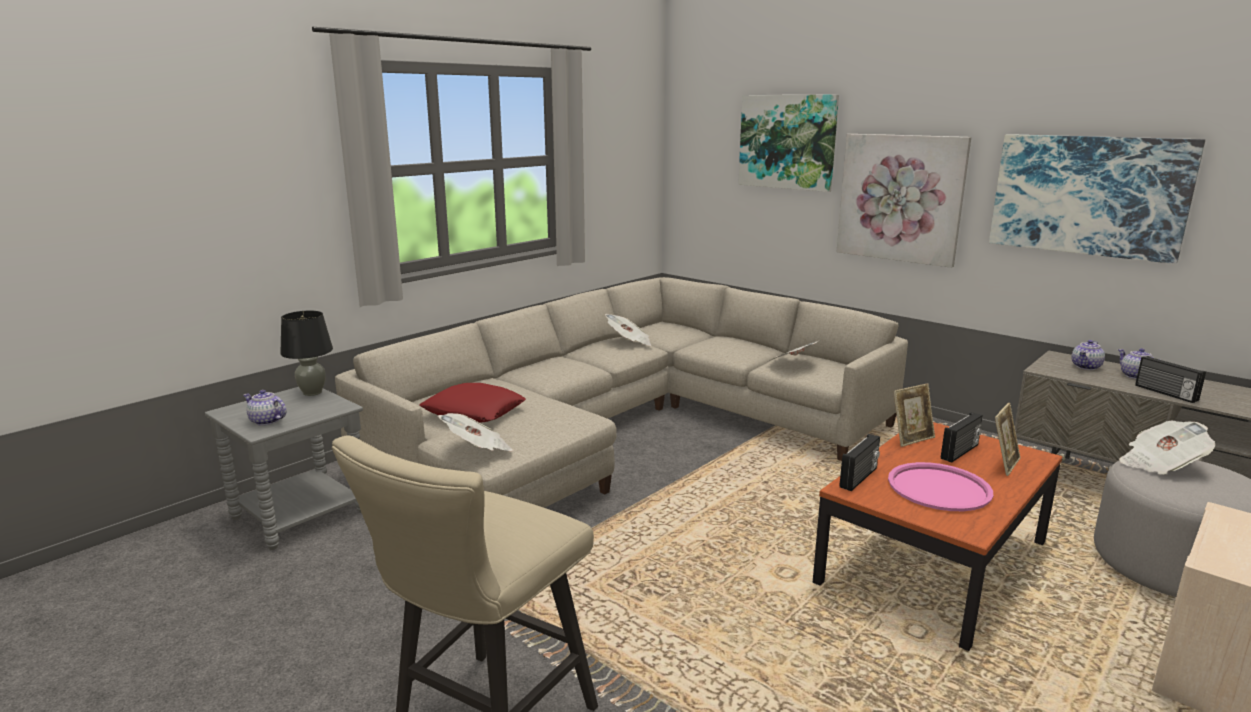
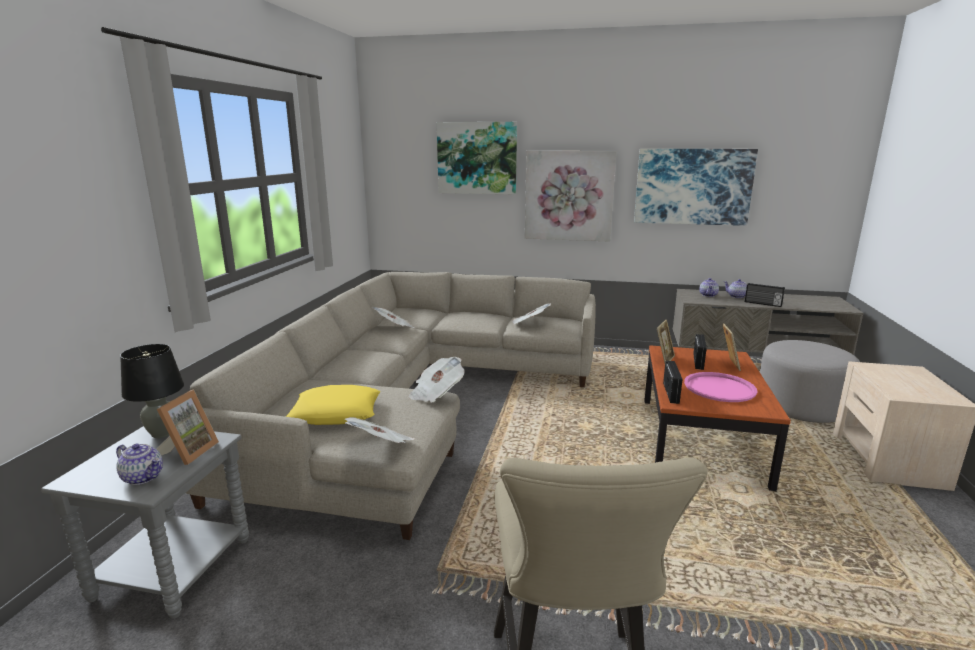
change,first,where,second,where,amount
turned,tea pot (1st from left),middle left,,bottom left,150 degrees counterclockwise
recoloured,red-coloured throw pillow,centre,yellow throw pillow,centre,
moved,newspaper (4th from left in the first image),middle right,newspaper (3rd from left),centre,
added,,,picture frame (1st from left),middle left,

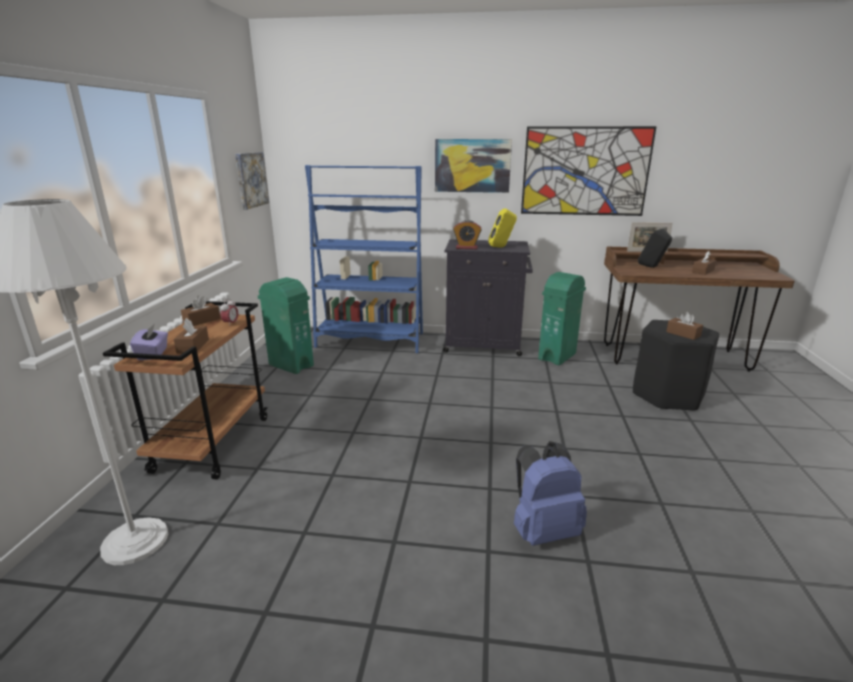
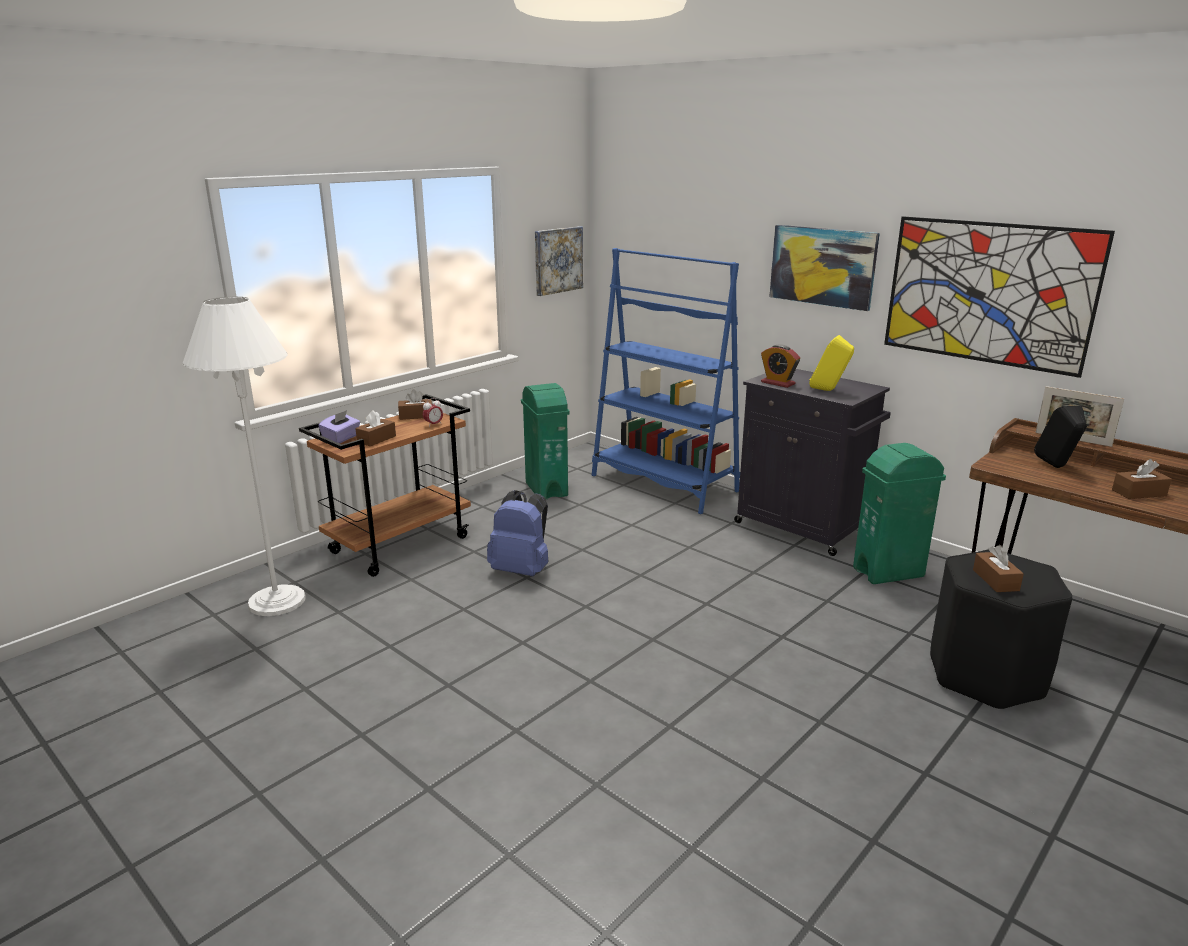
change,first,where,second,where,amount
moved,blue backpack,bottom centre,,centre,

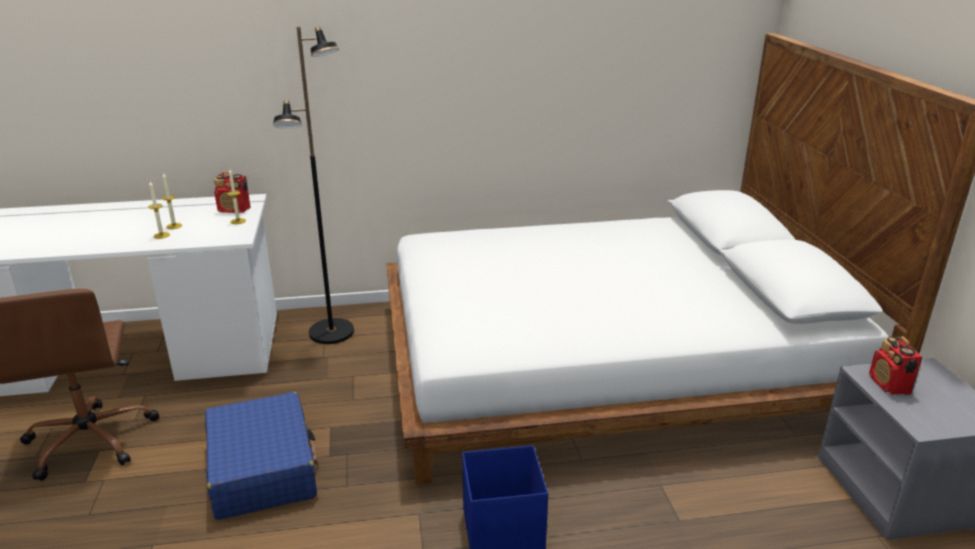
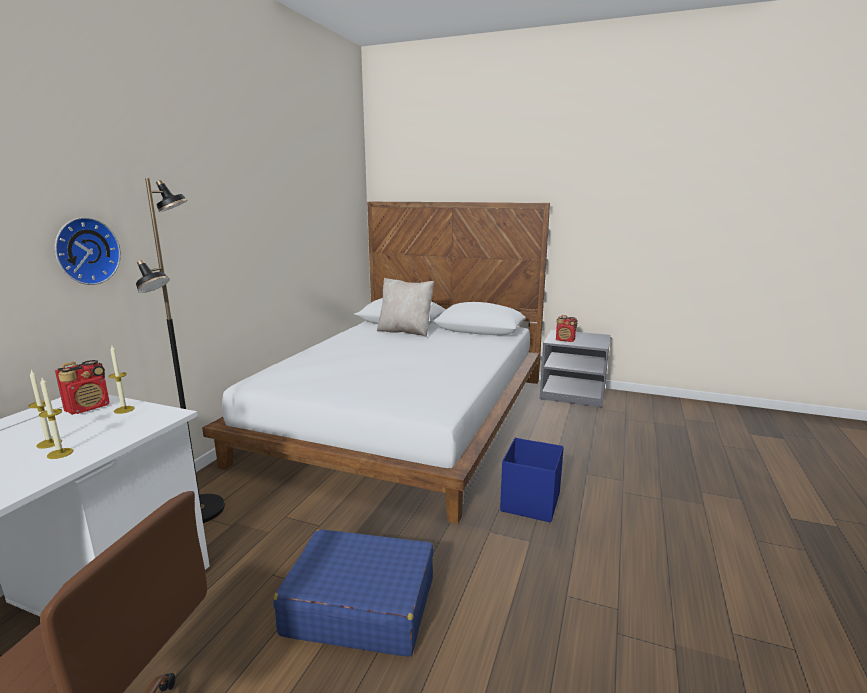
change,first,where,second,where,amount
added,,,wall clock,middle left,
added,,,beige throw pillow,centre,

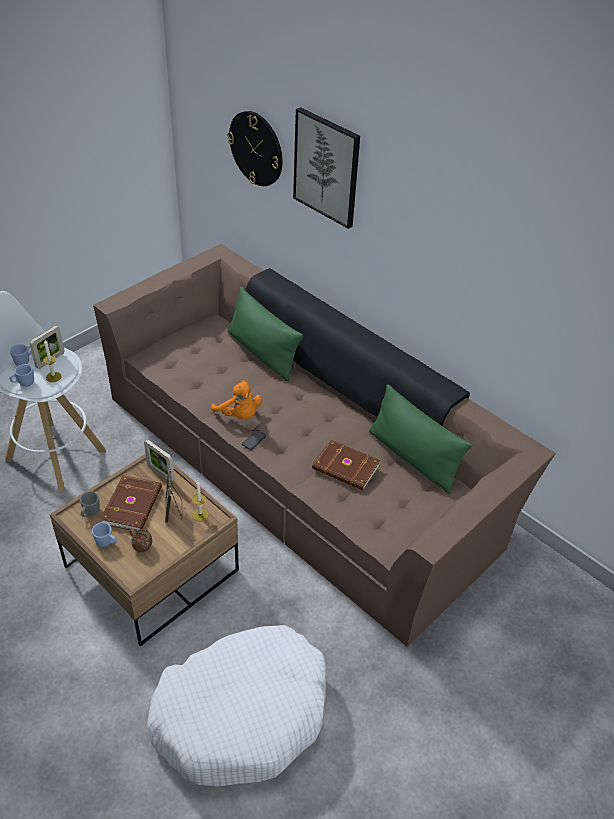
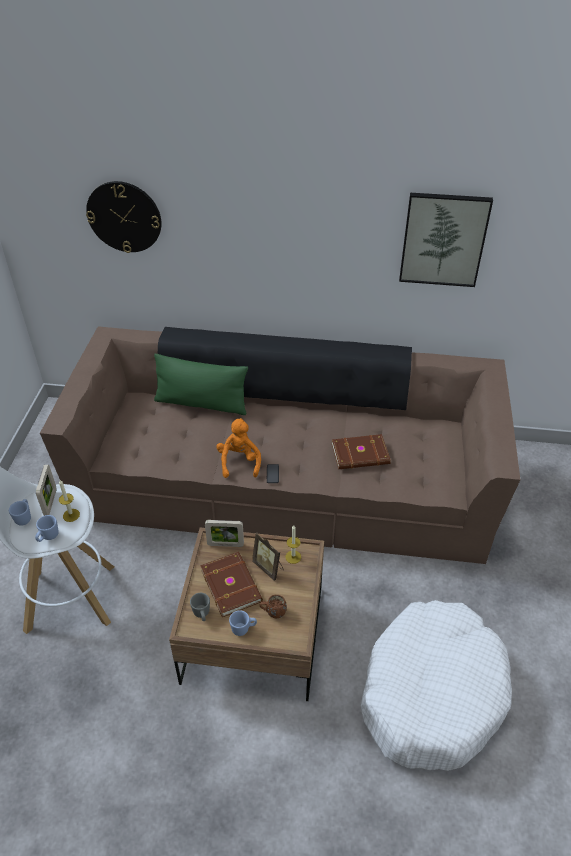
change,first,where,second,where,amount
turned,orange-coloured plush toy,centre,,centre,105 degrees counterclockwise
moved,picture,top centre,,top right,
removed,green throw pillow (2nd from left),middle right,,,

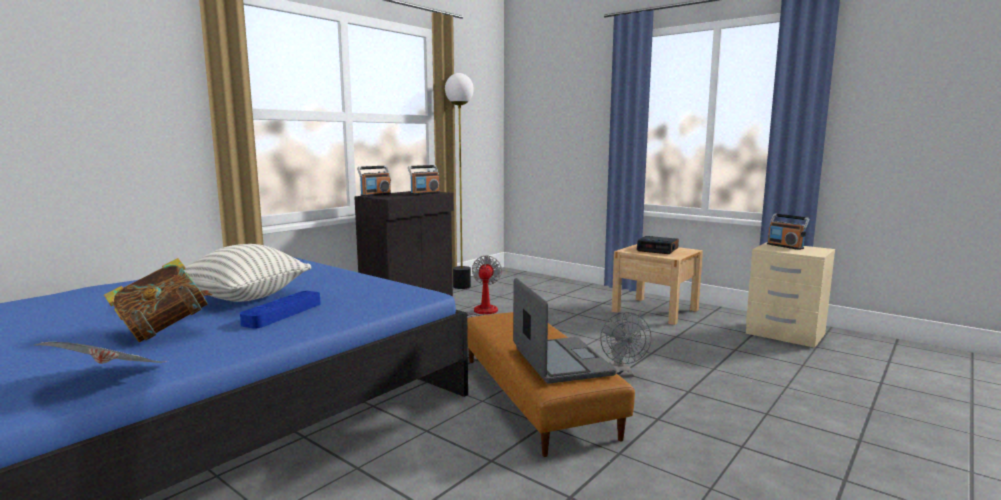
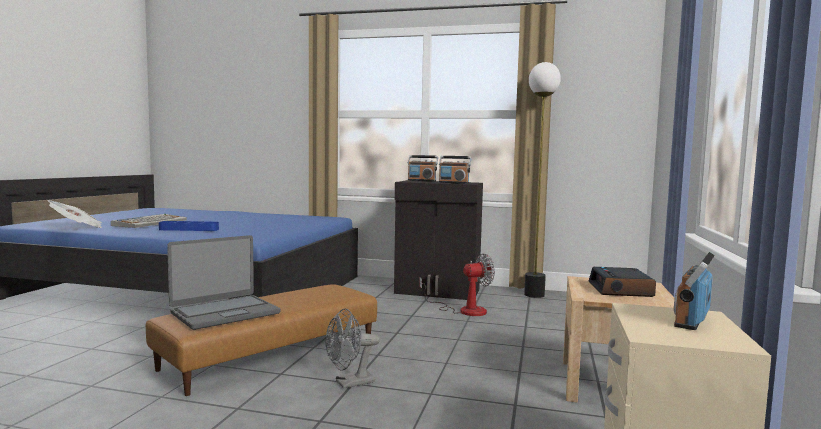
change,first,where,second,where,amount
replaced,bound book,middle left,computer keyboard,middle left,
removed,throw pillow,middle left,,,

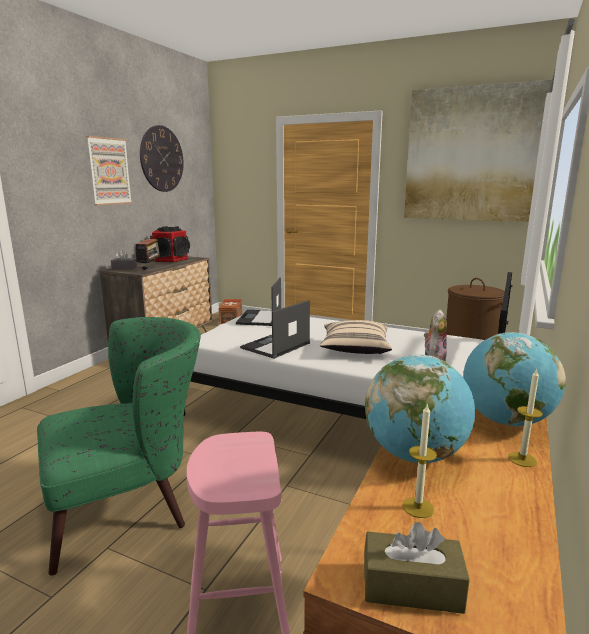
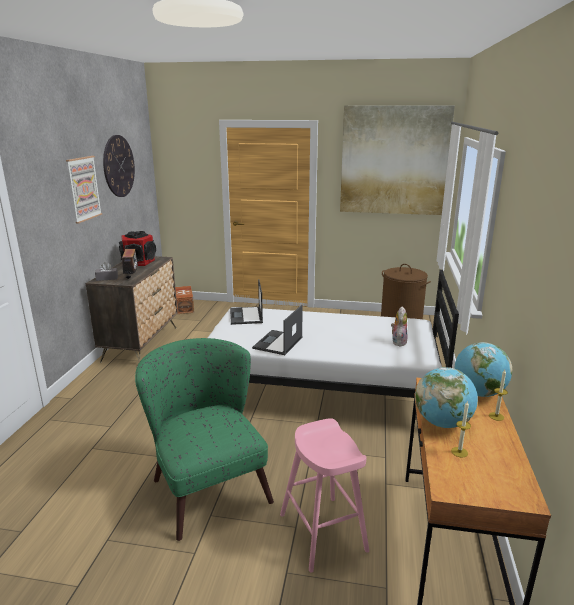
change,first,where,second,where,amount
turned,green lounge chair,bottom left,,bottom centre,75 degrees counterclockwise
removed,beige throw pillow,centre,,,
removed,brown-coloured tissue box,bottom right,,,

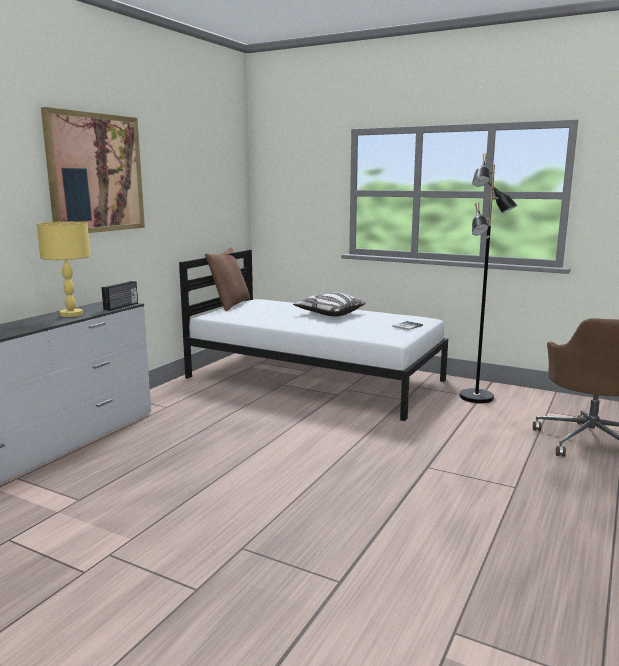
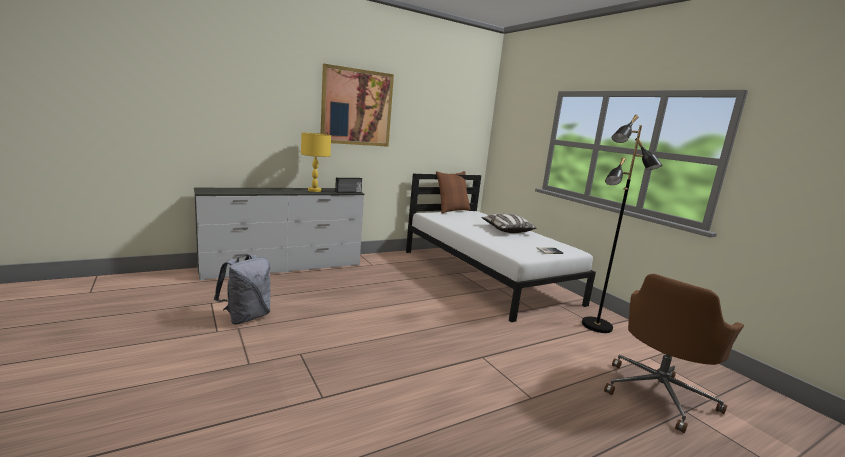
change,first,where,second,where,amount
added,,,greyish backpack,middle left,

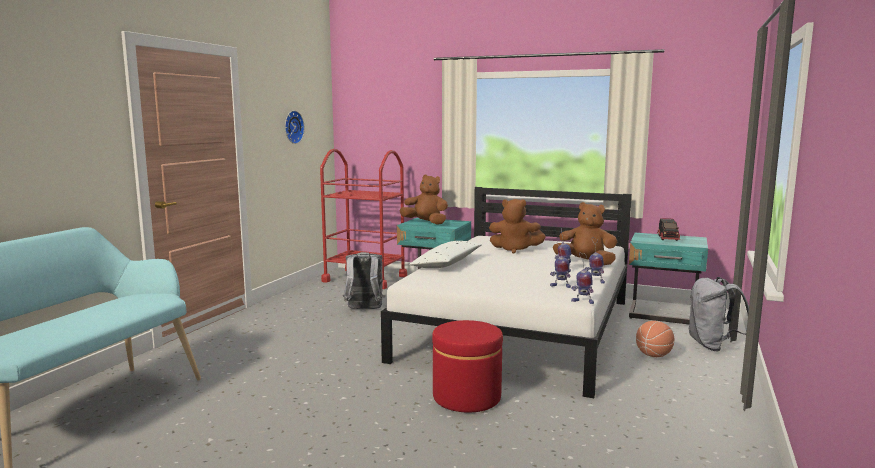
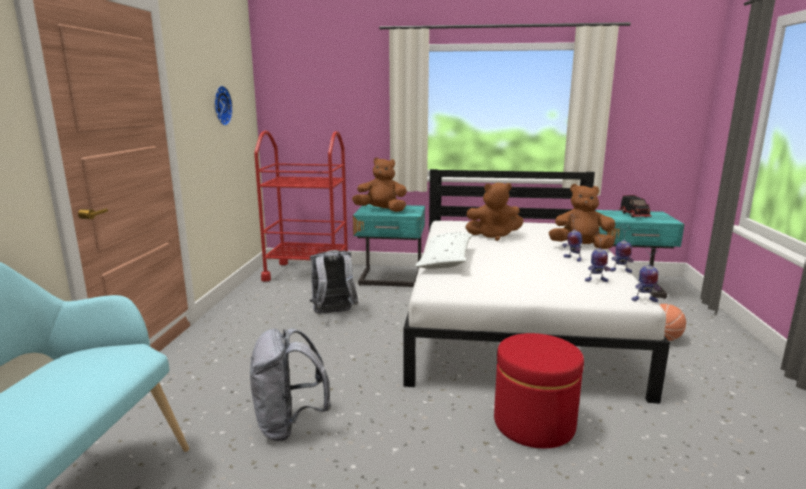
change,first,where,second,where,amount
moved,greyish backpack (2nd from left in the first image),bottom right,greyish backpack (1st from left),bottom centre,

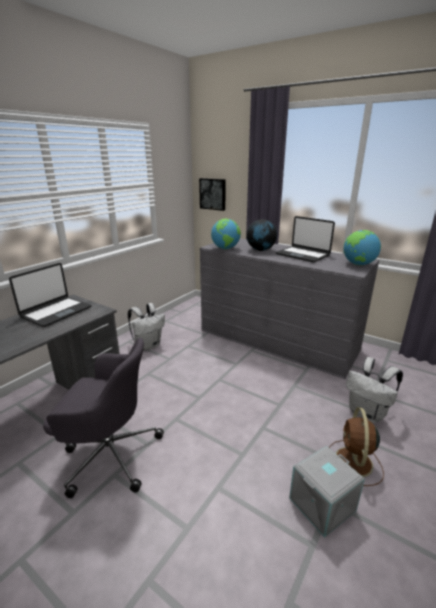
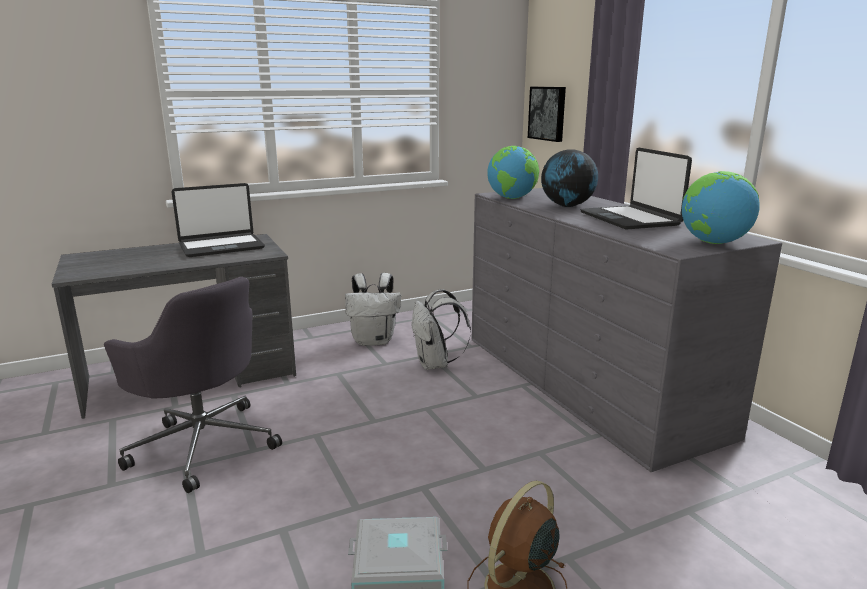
change,first,where,second,where,amount
moved,white-coloured backpack (2nd from left),middle right,,centre,

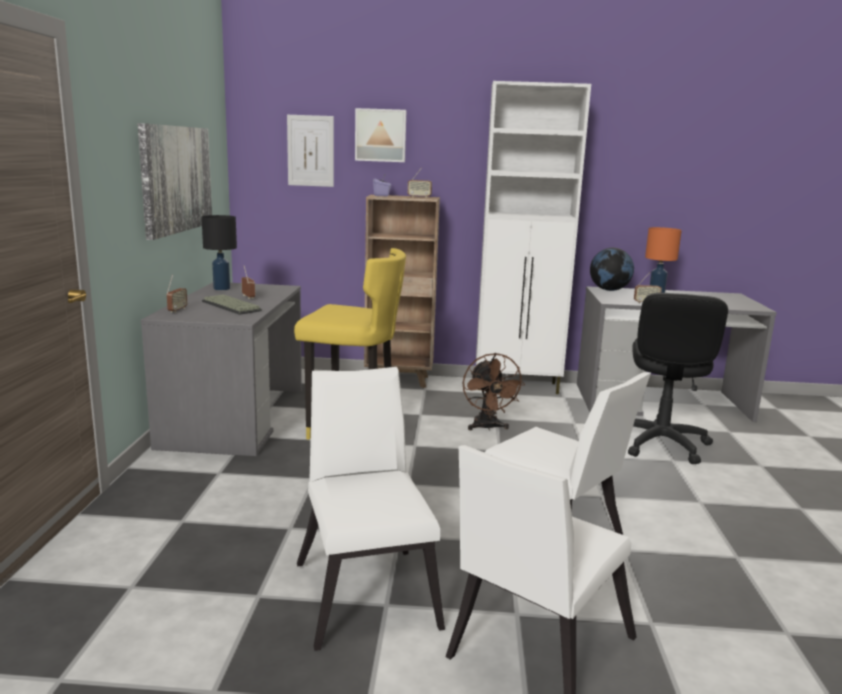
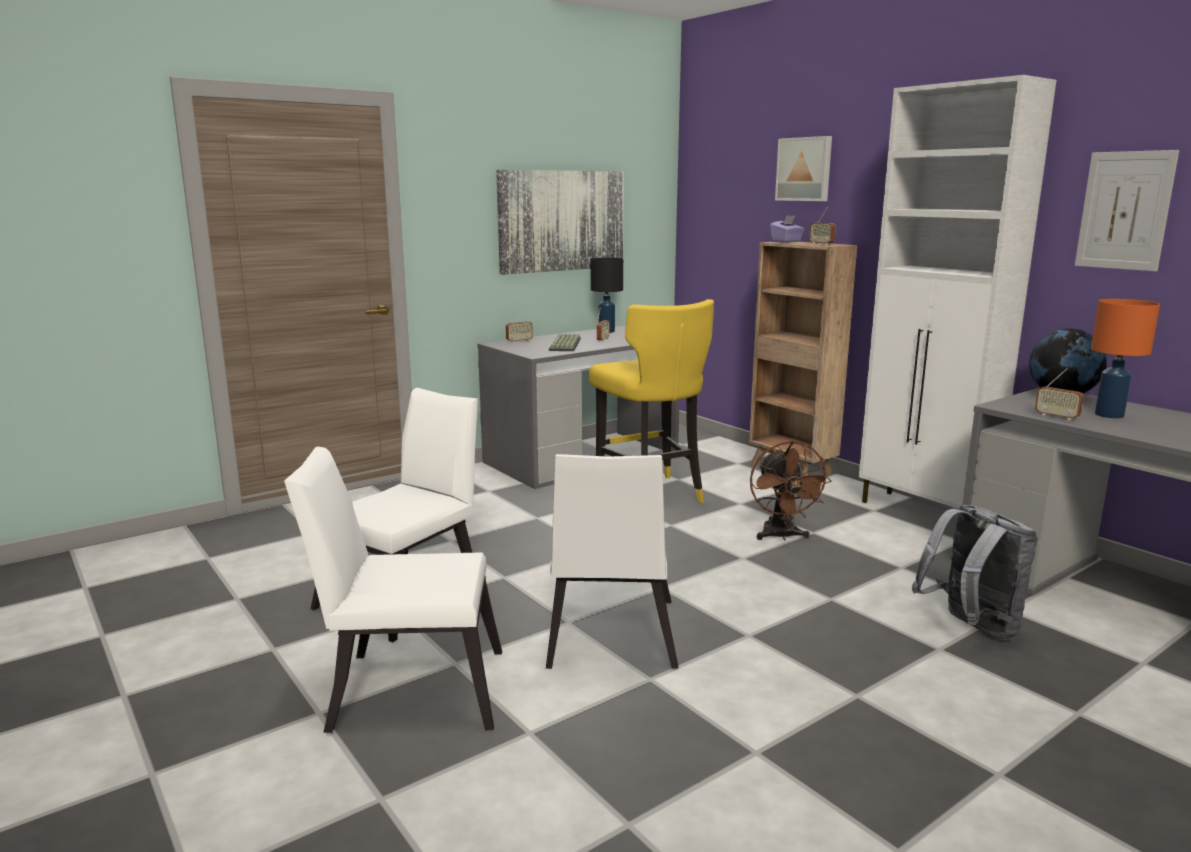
change,first,where,second,where,amount
moved,picture (2nd from left in the first image),top centre,picture (3rd from left),top right,
turned,brown-coloured fan,centre,,centre,45 degrees counterclockwise
replaced,black desk chair,middle right,greyish backpack,bottom right,

